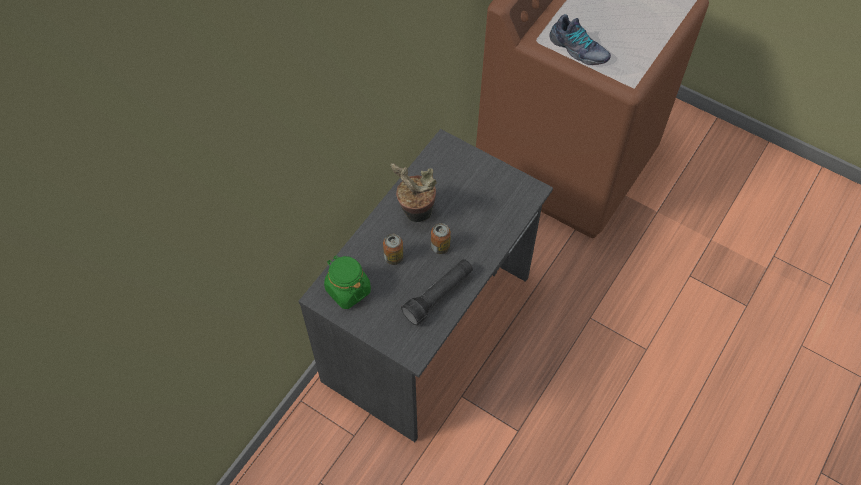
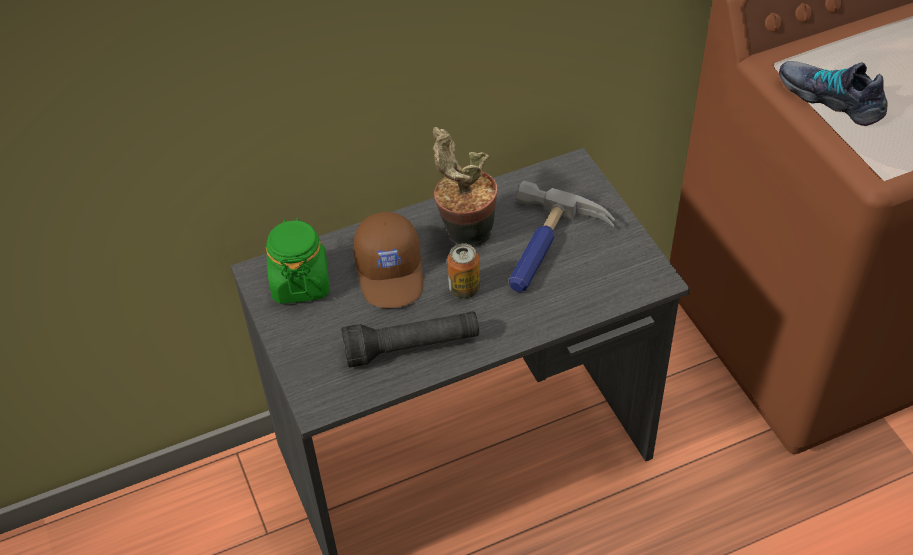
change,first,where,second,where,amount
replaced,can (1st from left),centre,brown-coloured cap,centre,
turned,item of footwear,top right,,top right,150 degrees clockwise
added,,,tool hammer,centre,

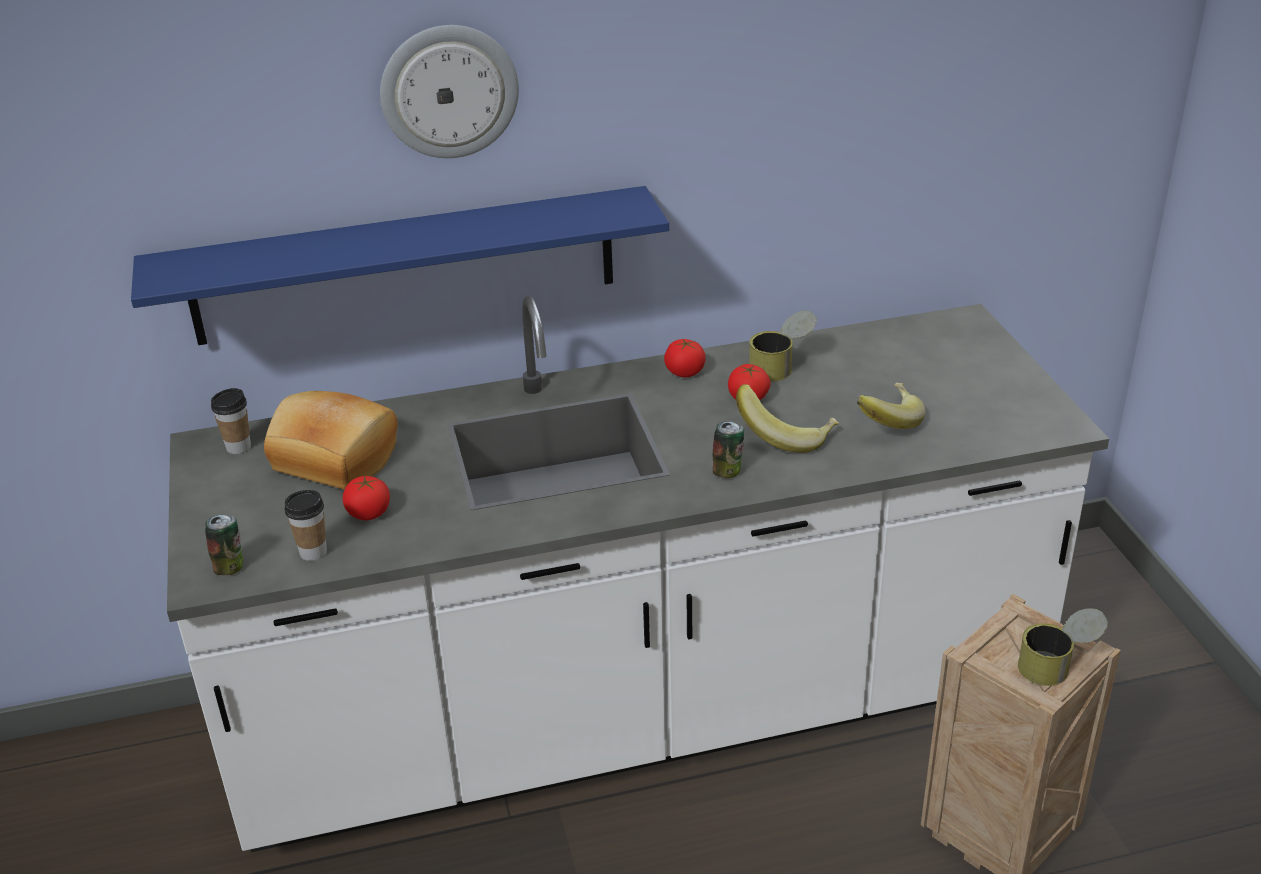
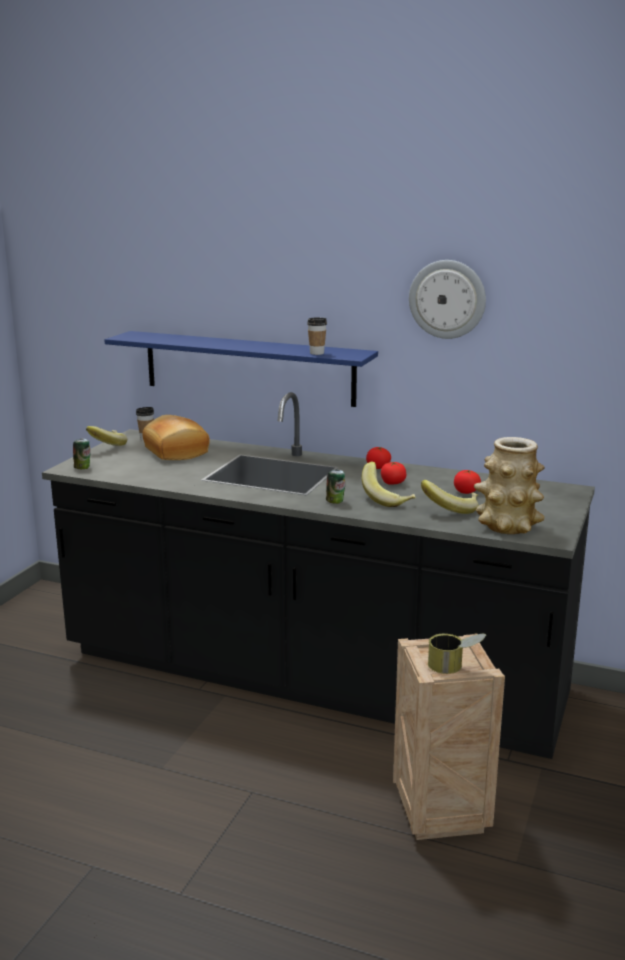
change,first,where,second,where,amount
recoloured,white-coloured kitchen base unit,centre,black kitchen base unit,centre,
moved,drinking cup (2nd from left),middle left,,centre,
moved,tomato (1st from left in the first image),middle left,tomato (3rd from left),middle right,
moved,wall clock,top centre,,top right,
removed,can (3rd from left),centre,,,
added,,,banana fruit (1st from left),middle left,
added,,,decorative vase,middle right,

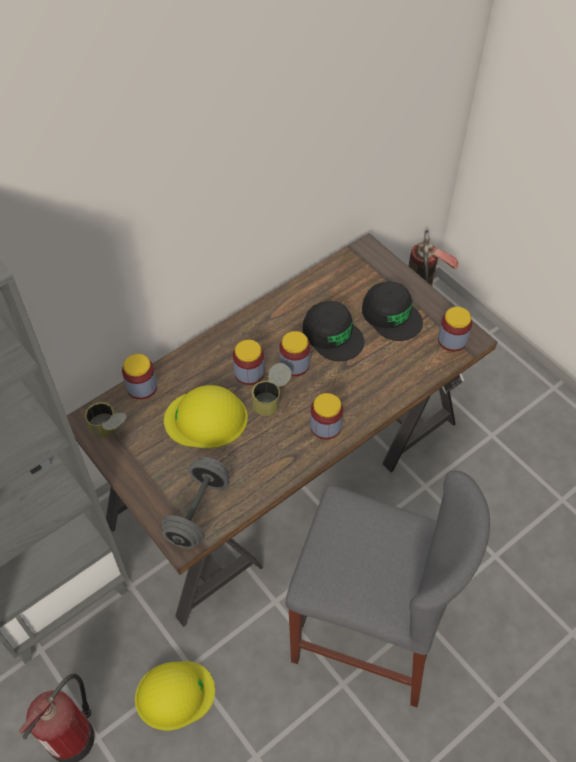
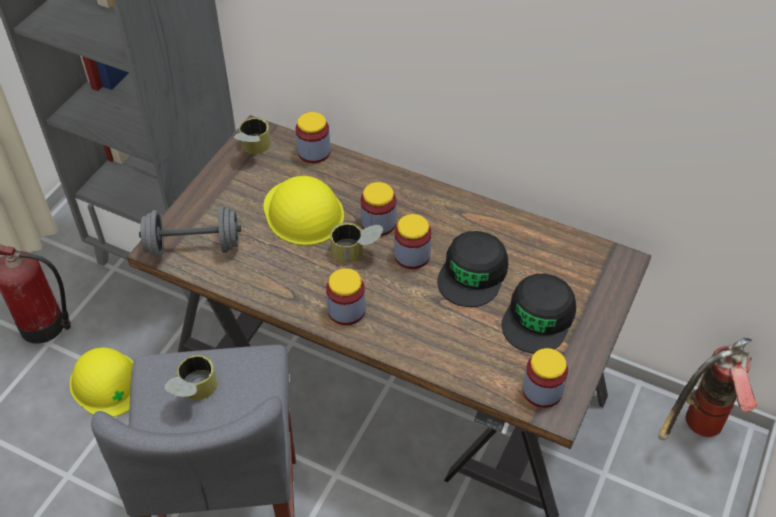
change,first,where,second,where,amount
added,,,can (1st from left),bottom left,

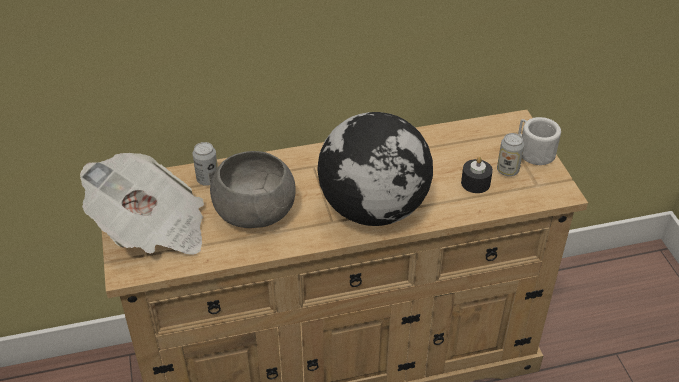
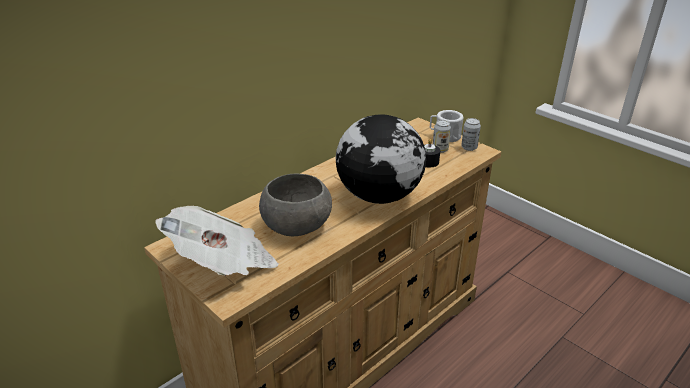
change,first,where,second,where,amount
moved,can (1st from left in the first image),middle left,can (2nd from left),middle right,

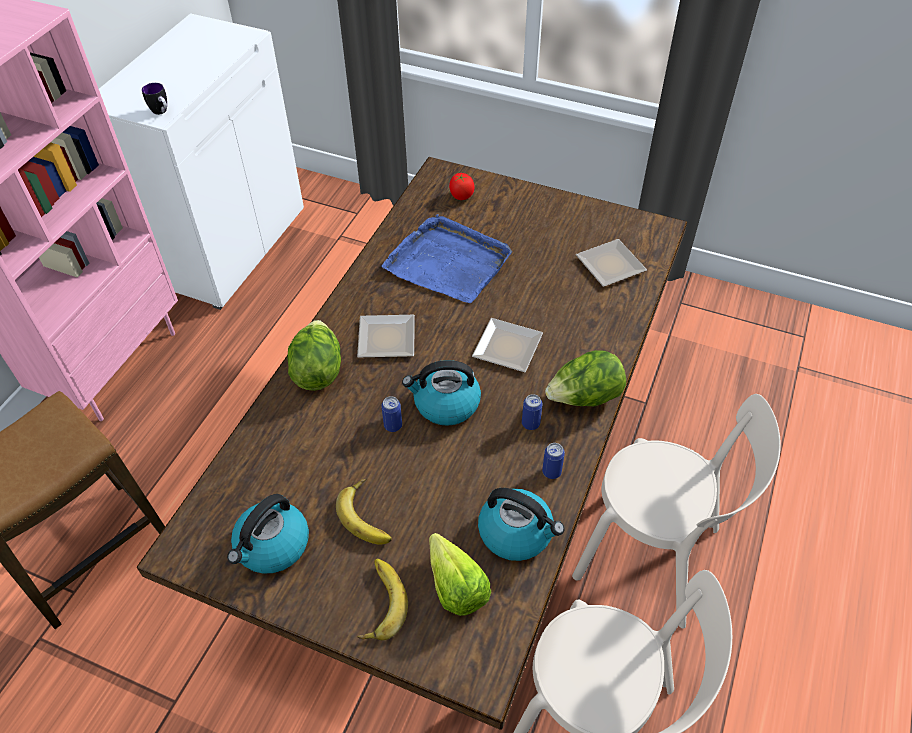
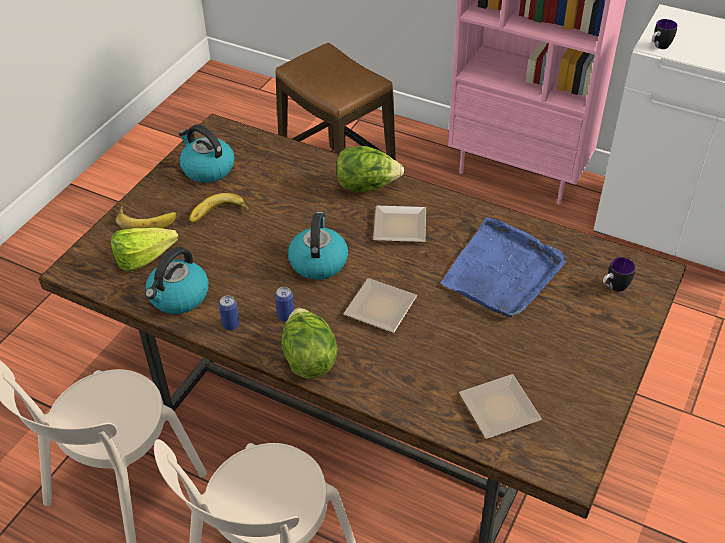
change,first,where,second,where,amount
removed,can (1st from left),centre,,,
replaced,tomato,top centre,coffee mug (1st from left),middle right,

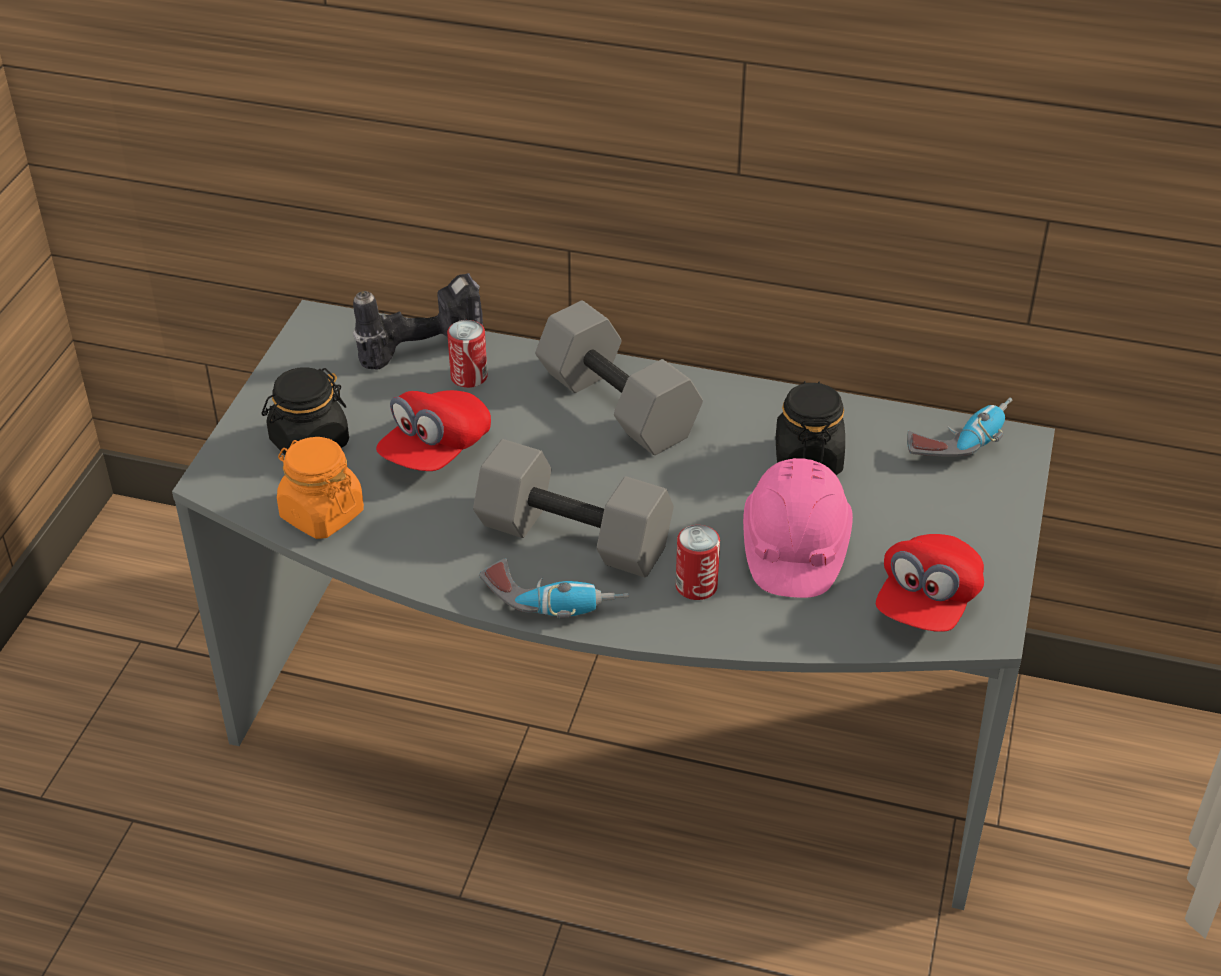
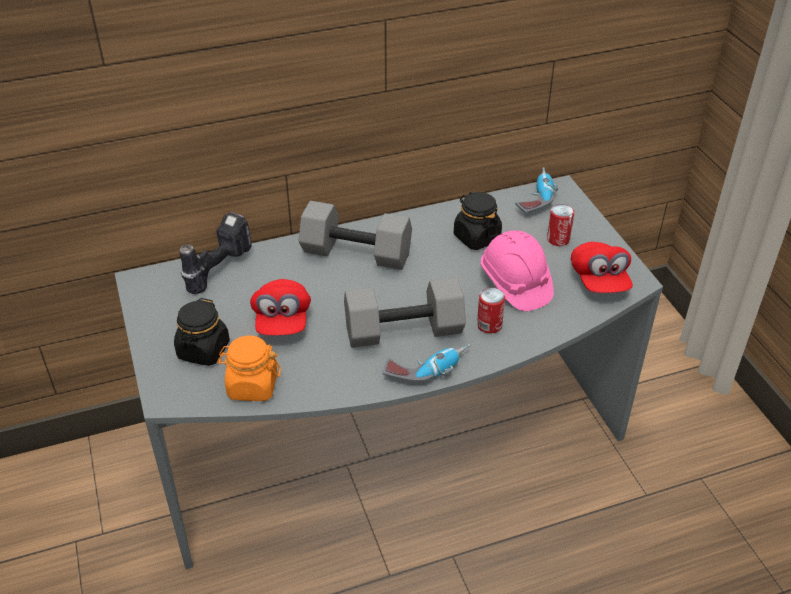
change,first,where,second,where,amount
moved,can (1st from left in the first image),centre,can (2nd from left),middle right,

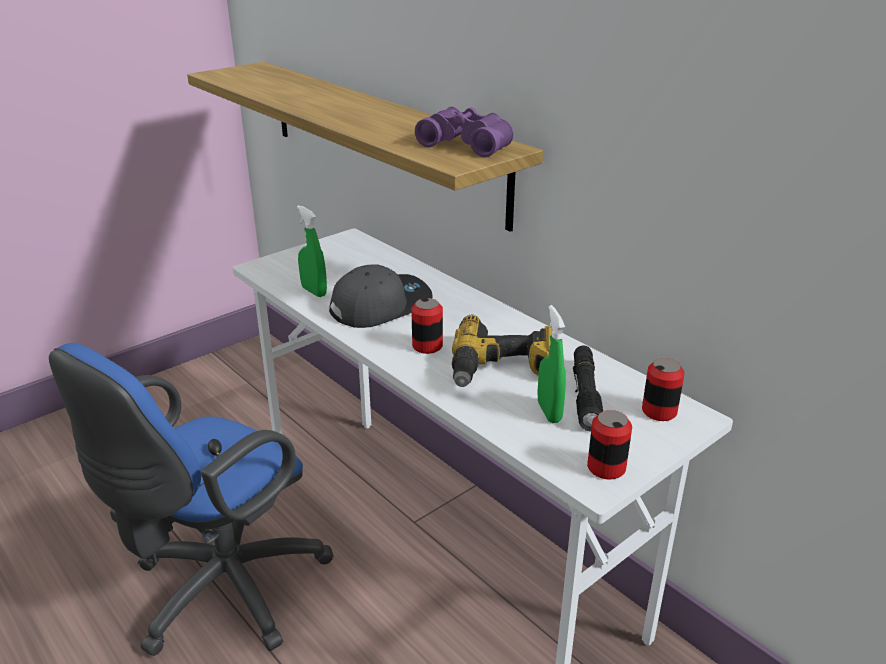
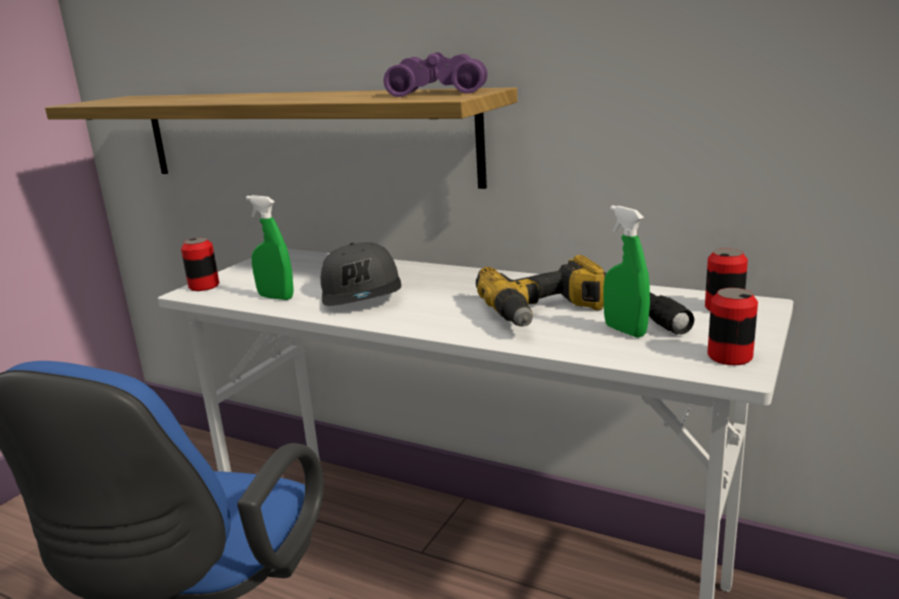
change,first,where,second,where,amount
turned,greyish cap,centre,,centre,135 degrees clockwise
moved,can (1st from left),centre,,middle left,

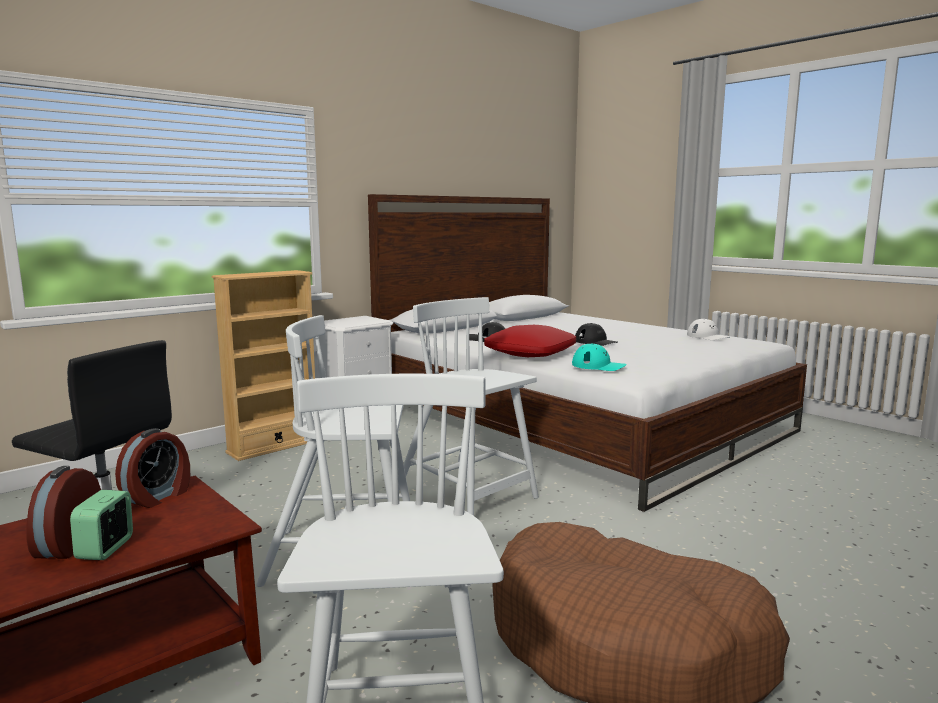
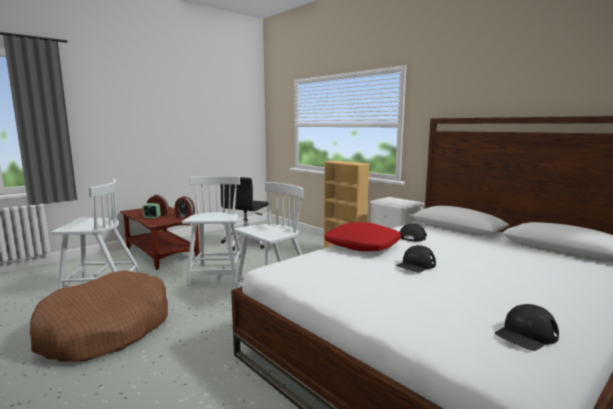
change,first,where,second,where,amount
removed,turquoise cap,centre,,,
recoloured,white-coloured cap,middle right,black cap (3rd from left),bottom right,

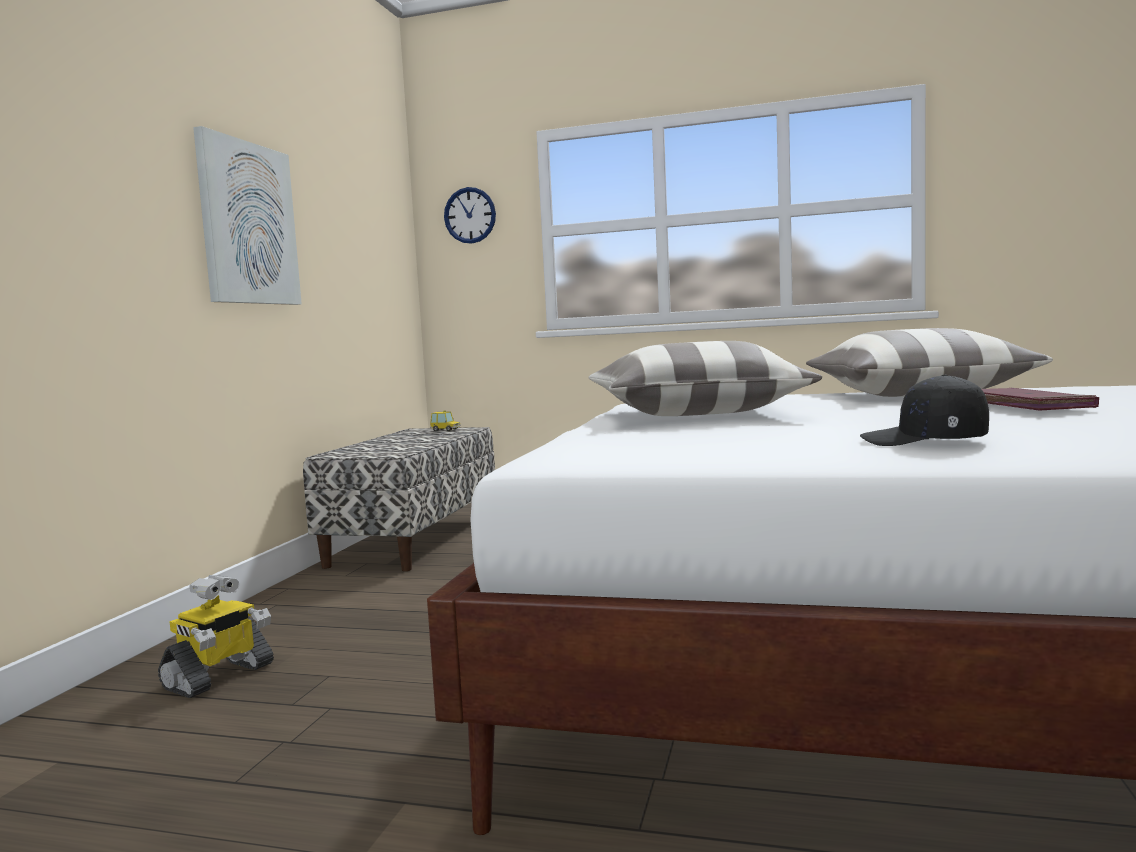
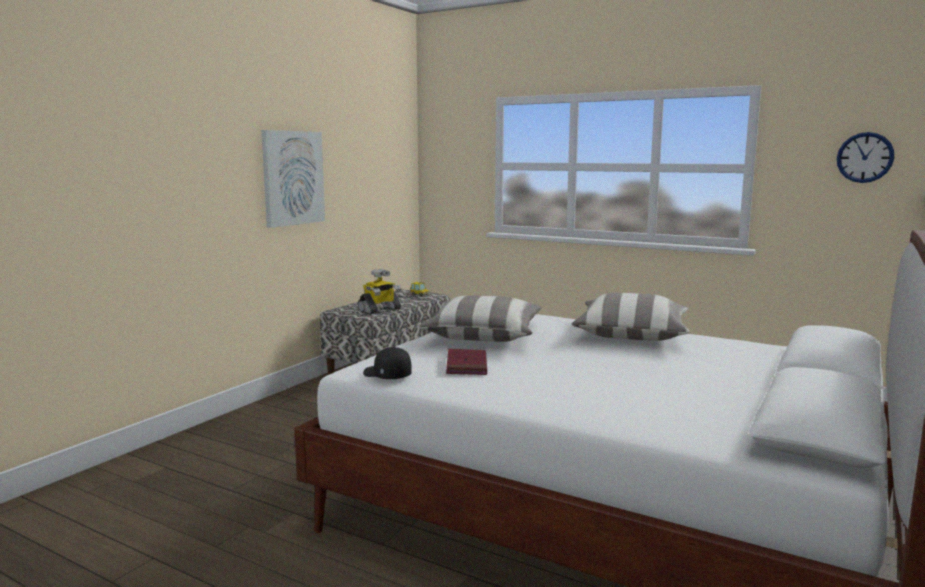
change,first,where,second,where,amount
moved,robot figure,bottom left,,centre,
moved,wall clock,top centre,,top right,
moved,black cap,middle right,,centre,
moved,red-coloured bound book,middle right,,centre,

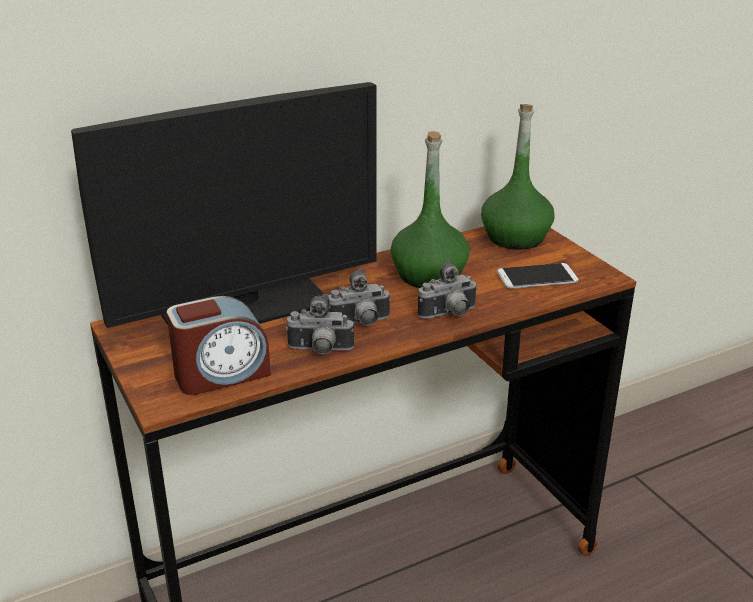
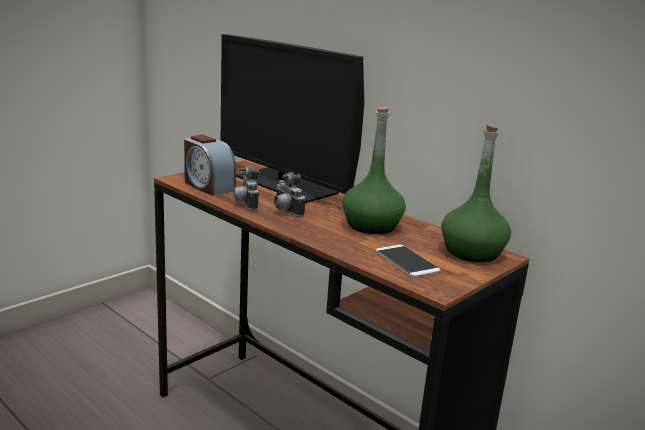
change,first,where,second,where,amount
removed,still camera (3rd from left),centre,,,

